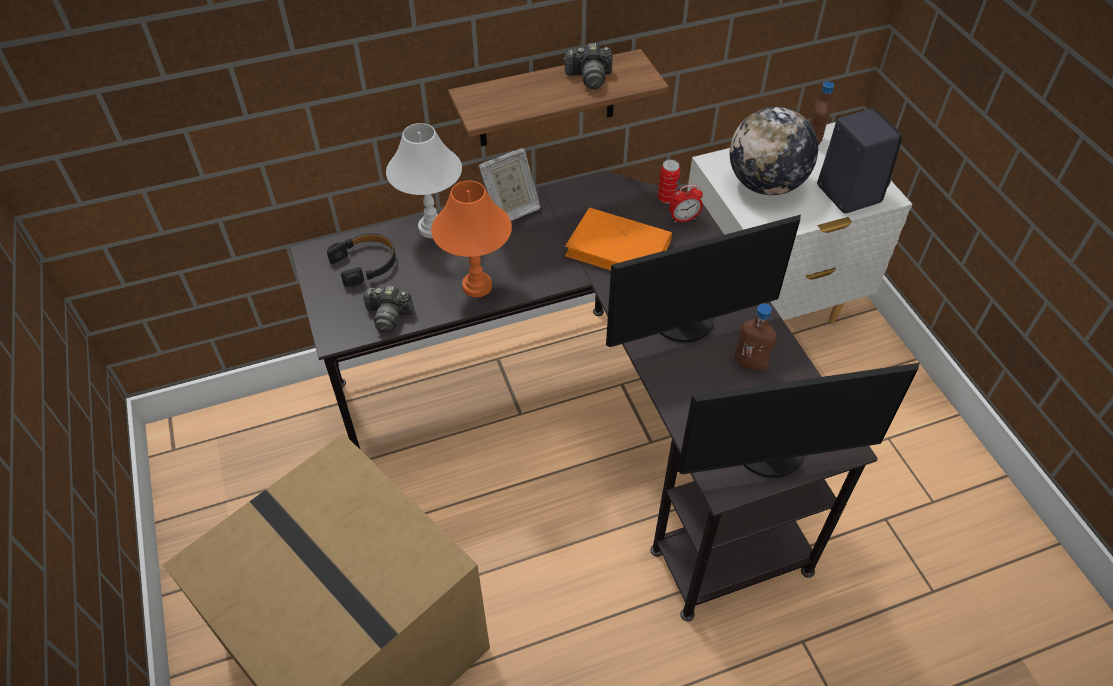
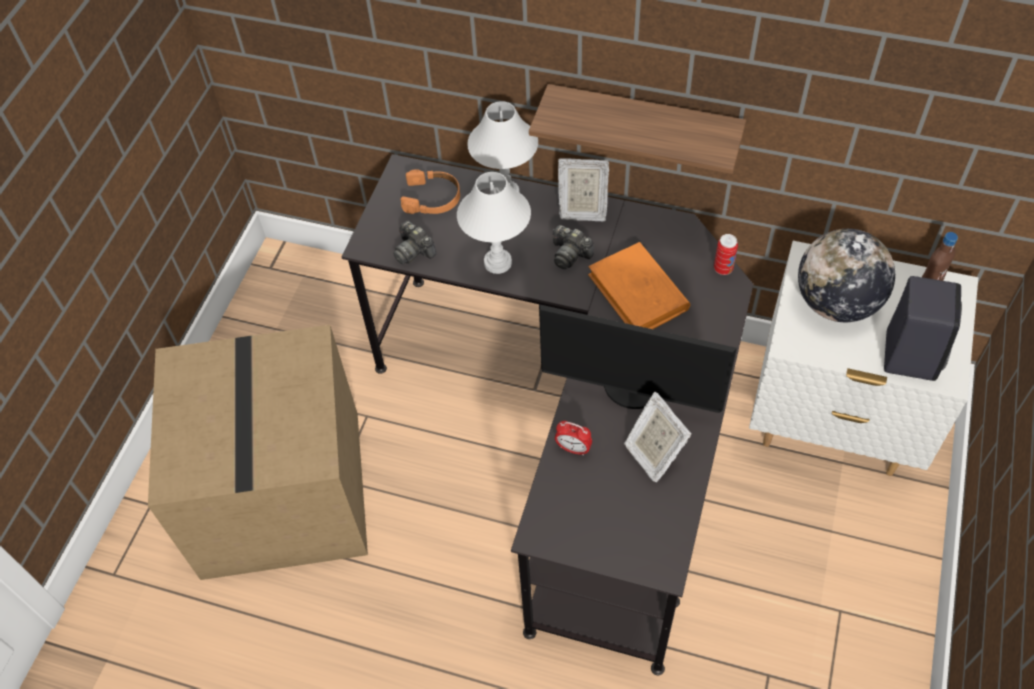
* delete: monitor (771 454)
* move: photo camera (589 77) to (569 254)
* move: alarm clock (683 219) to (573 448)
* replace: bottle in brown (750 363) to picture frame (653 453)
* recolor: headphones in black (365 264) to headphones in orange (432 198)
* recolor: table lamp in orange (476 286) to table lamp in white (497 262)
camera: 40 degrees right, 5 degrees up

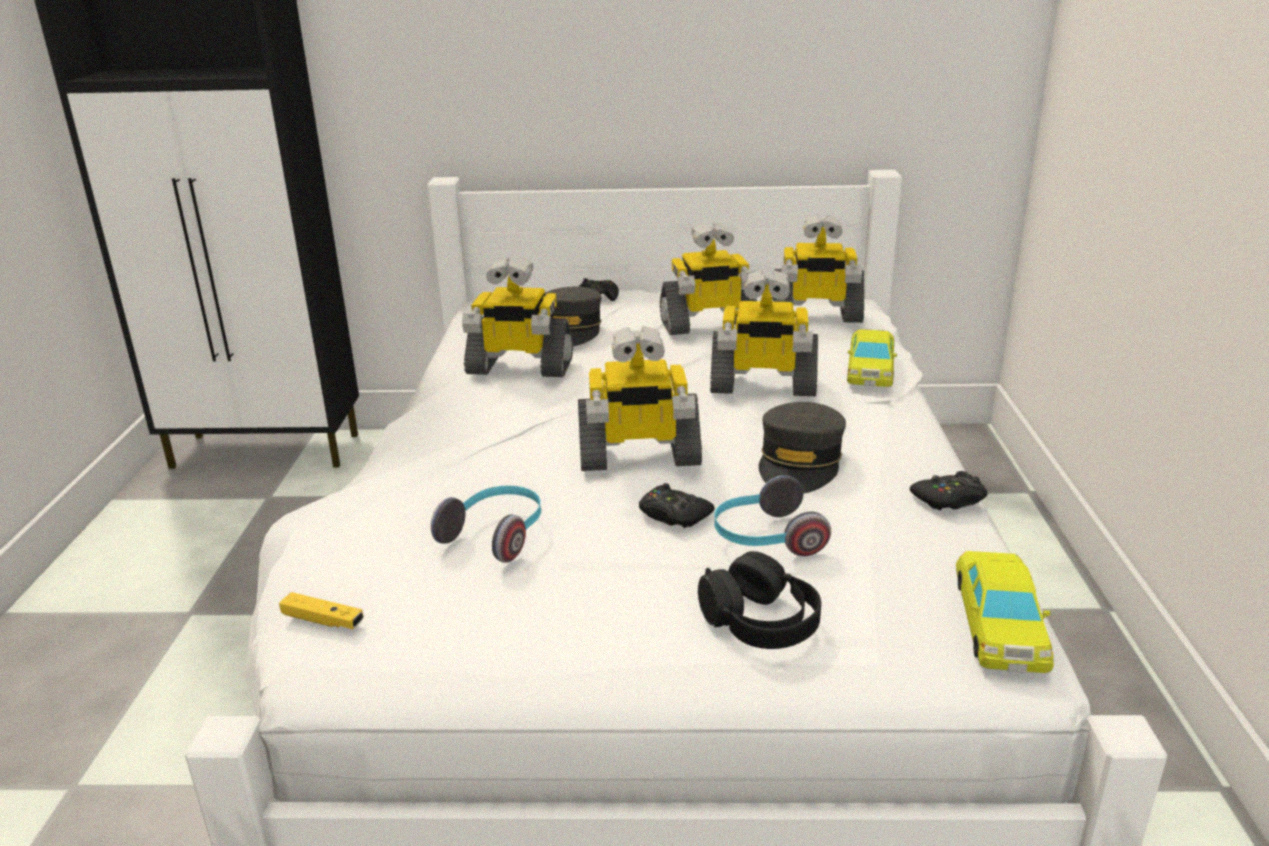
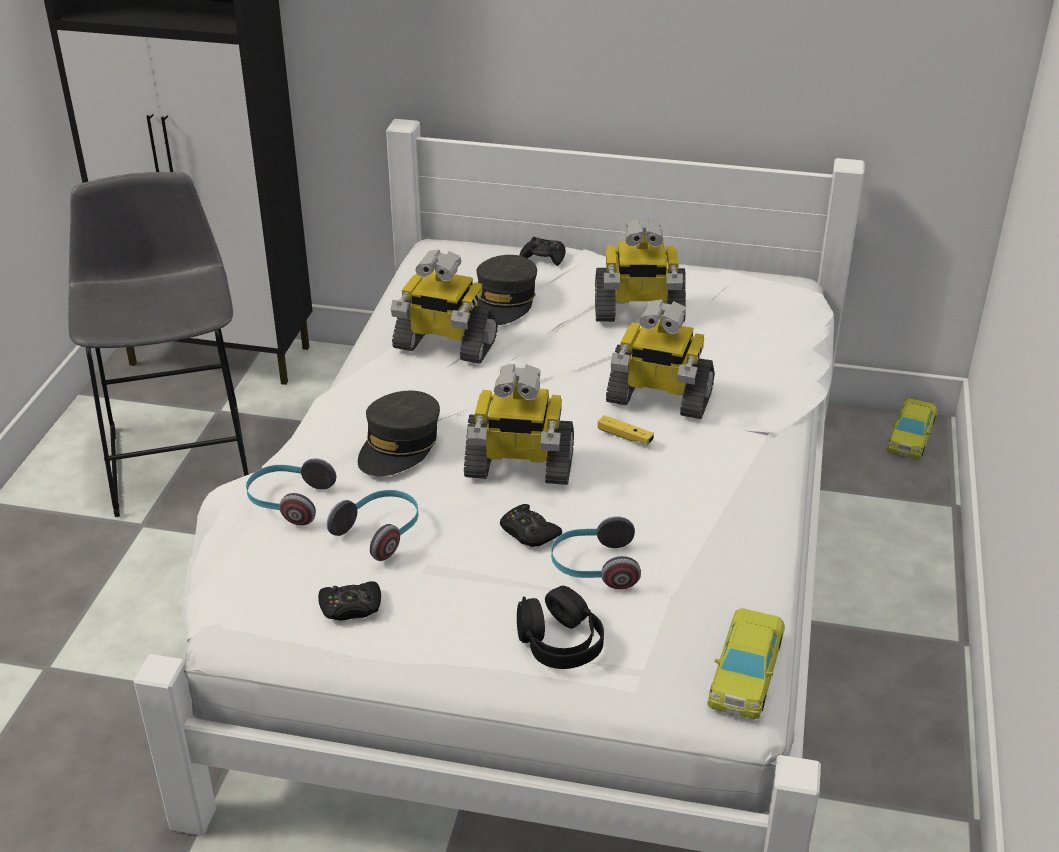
* delete: toy robot (815 315)
* insert: stool in grey (180 454)
* insert: headphones (289 502)
* move: game controller in yellow (323 620) to (625 436)
* move: cap in grey (800 463) to (399 446)
* move: toy car in yellow (870 367) to (911 435)
* move: game controller in black (949 499) to (351 607)
camera: 10 degrees right, 10 degrees up

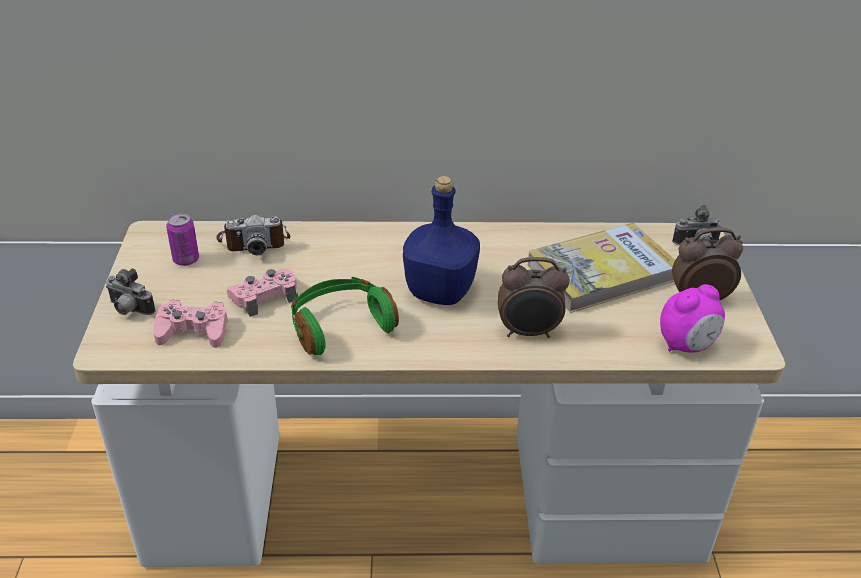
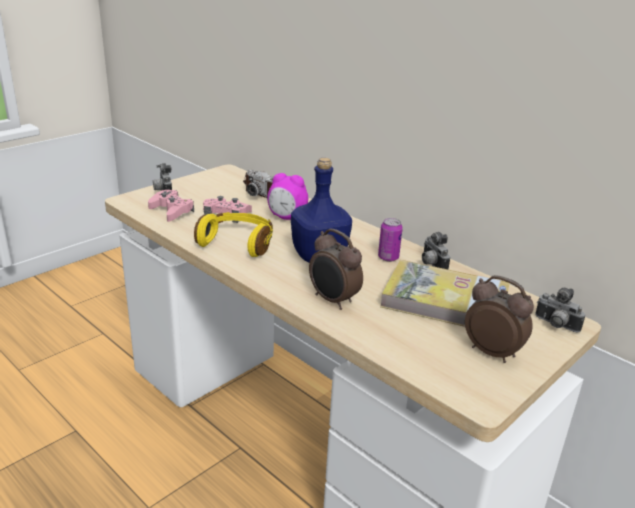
* insert: photo camera (431 265)
* move: can (186 260) to (388 257)
* move: alarm clock (686 345) to (287 218)
* recolor: headphones in green (340 325) to headphones in yellow (238 243)
camera: 45 degrees right, 10 degrees down

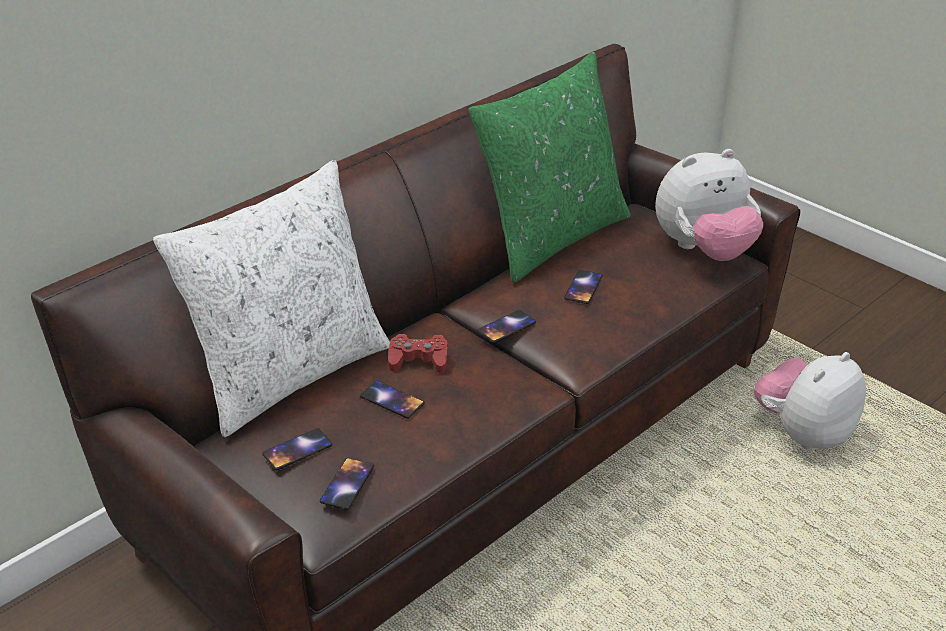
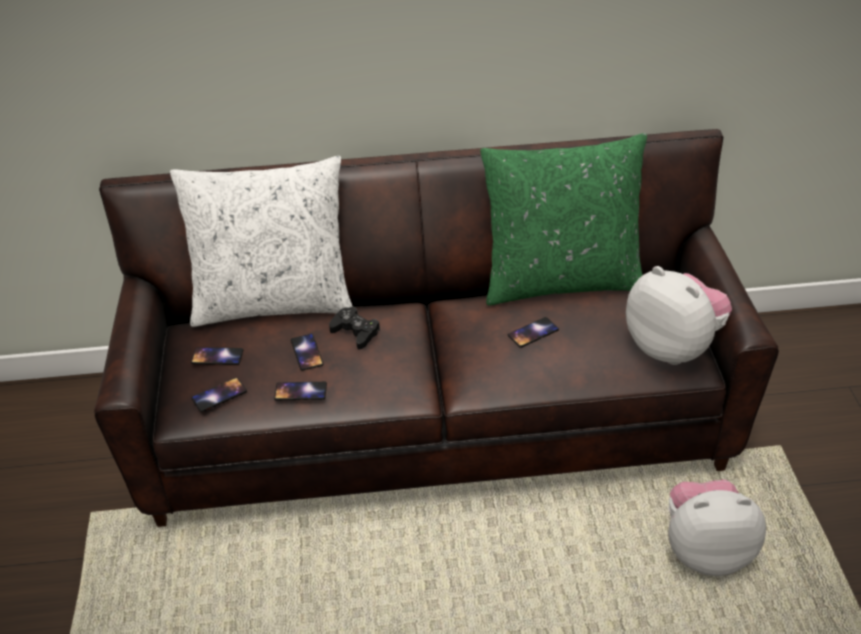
* move: phone (506 327) to (300 391)
* recolor: game controller in red (418 360) to game controller in black (355 332)
* rotate: plush toy (704 250) = (673 347) 150 degrees counterclockwise
camera: 40 degrees right, 5 degrees up

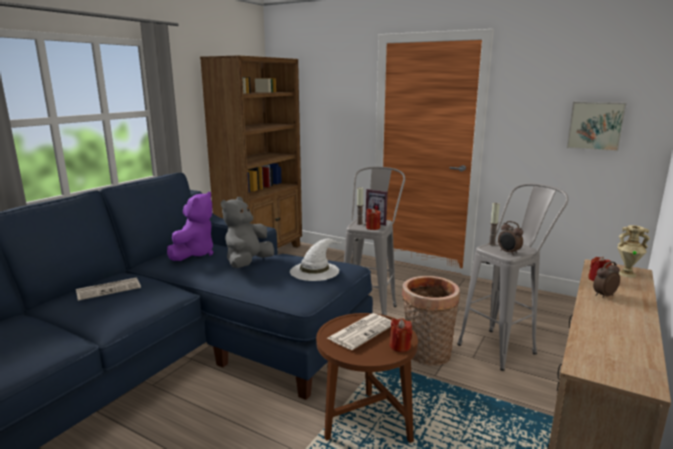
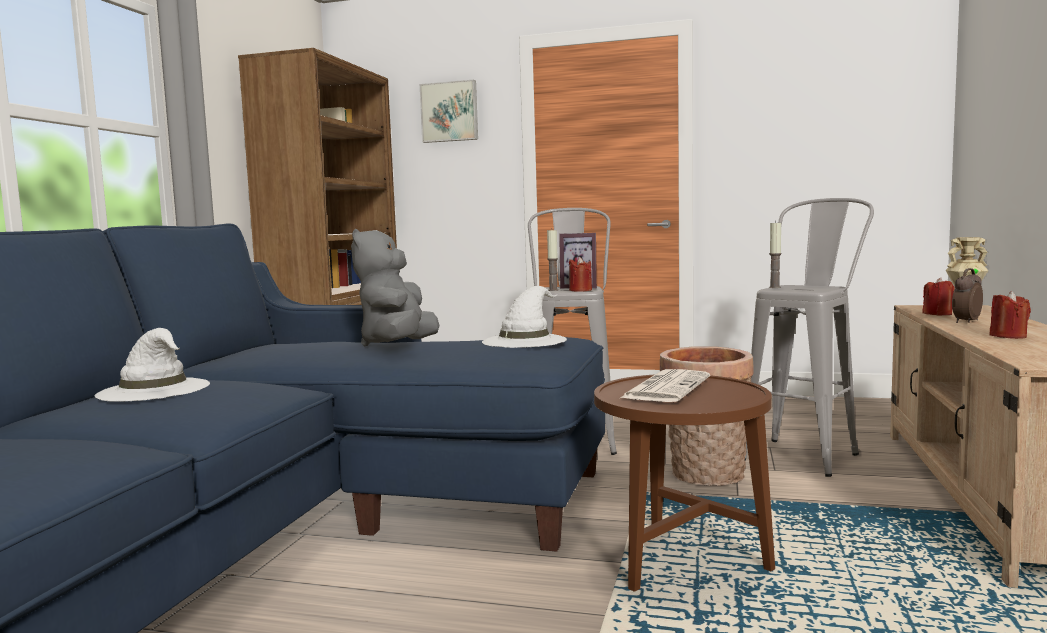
* delete: plush toy in purple (194 254)
* delete: alarm clock (508 252)
* move: candle in red (400 346) to (1008 336)
* move: picture (595 125) to (450 112)
* replace: newspaper (109 289) to hat in white (155 389)
camera: 15 degrees left, 10 degrees down

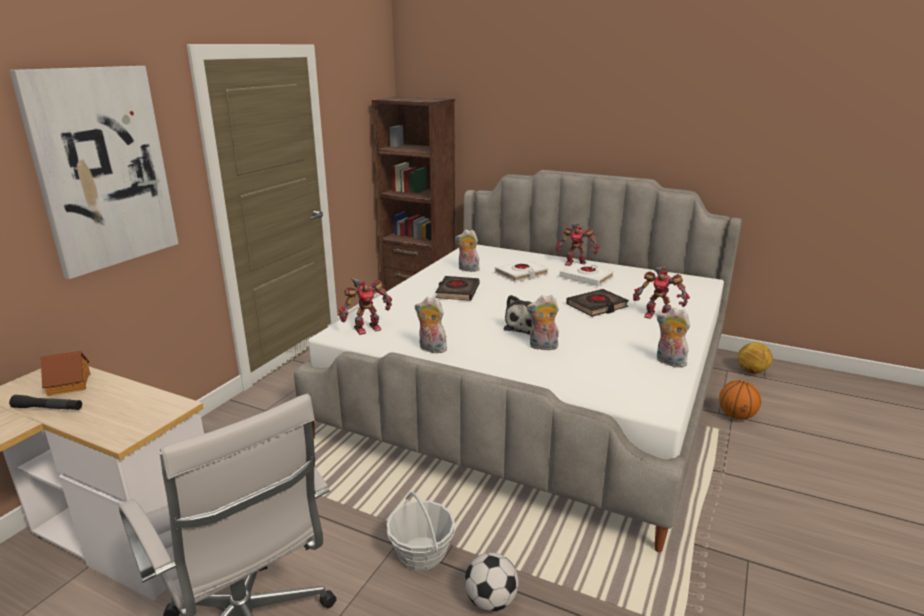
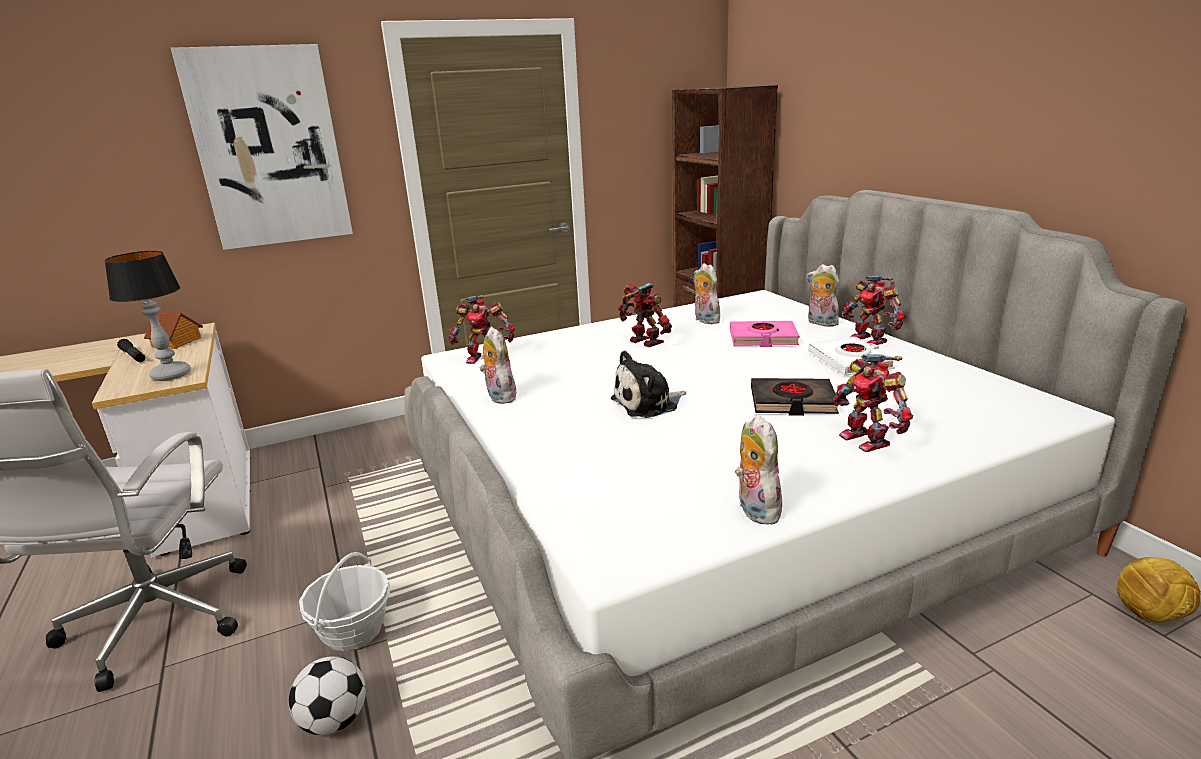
* delete: basketball (736 416)
* insert: table lamp (171 375)
* move: plush toy (542 347) to (820 323)
* replace: book in black (457 292) to toy robot (644 342)
* recolor: book in white (521 274) to book in pink (763 338)
camera: 40 degrees right, 0 degrees up

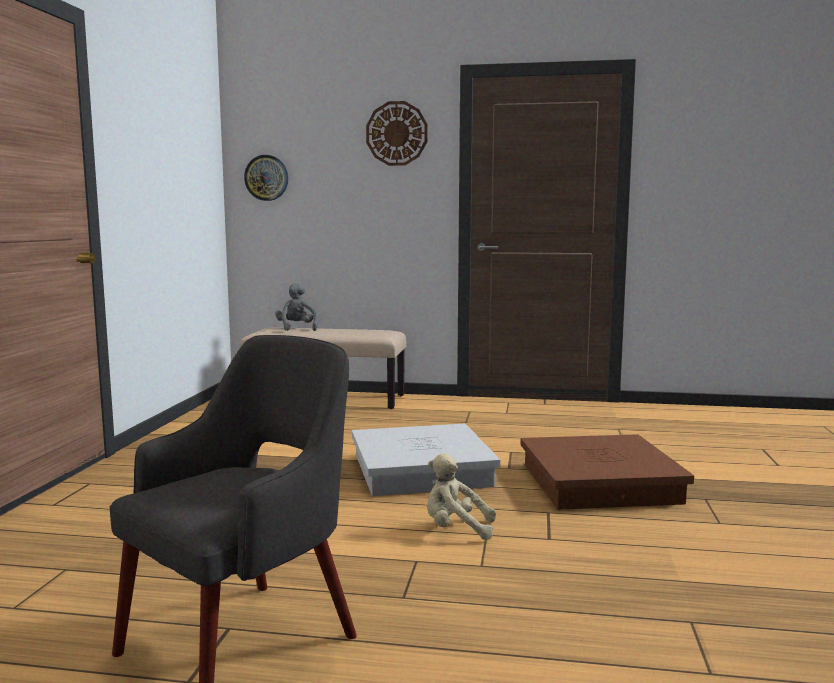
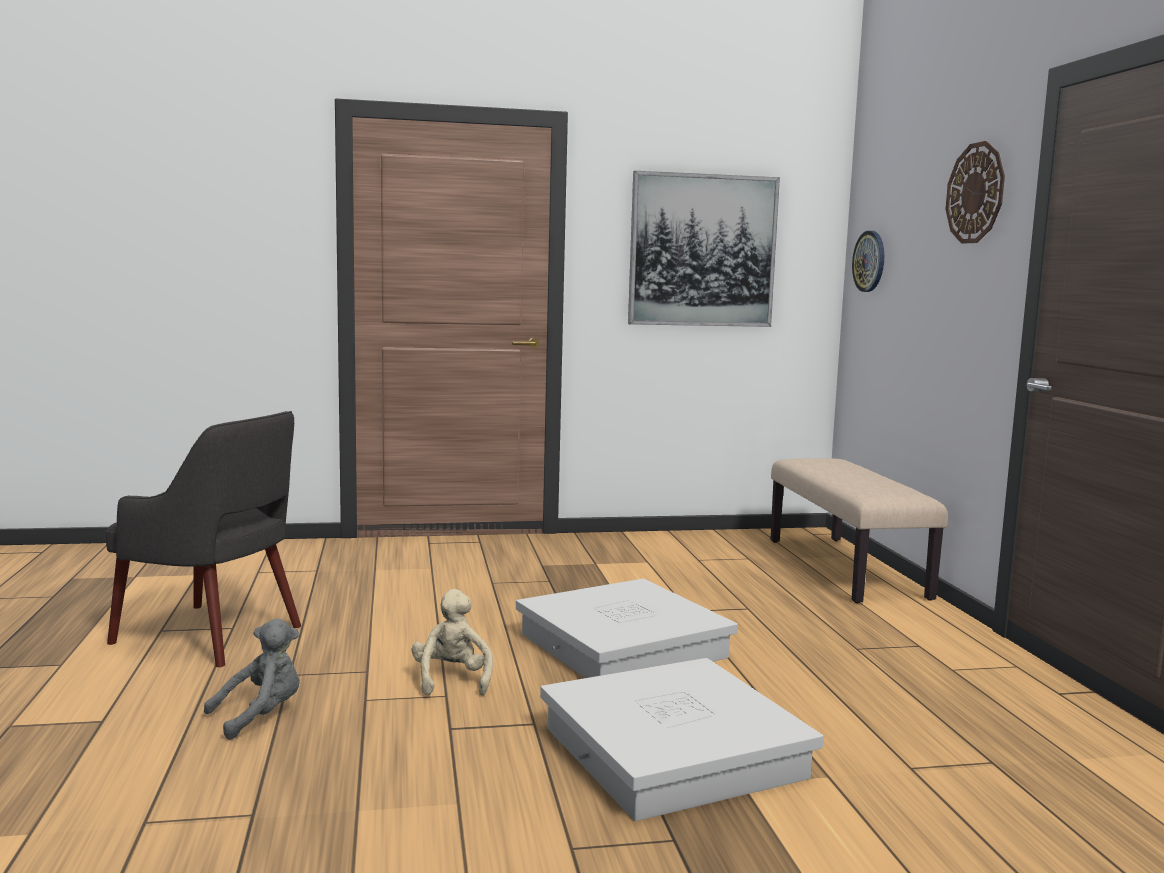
* insert: picture (702 250)
* move: plush toy in grey (297 328) to (260 716)
* recolor: storage box in brown (600 483) to storage box in white (674 753)
camera: 70 degrees right, 0 degrees up

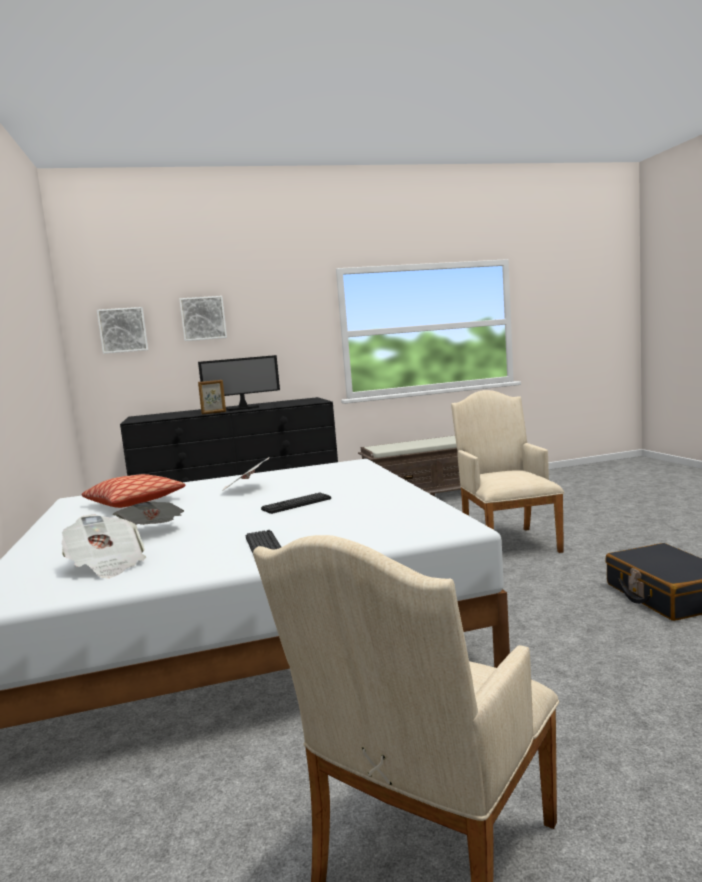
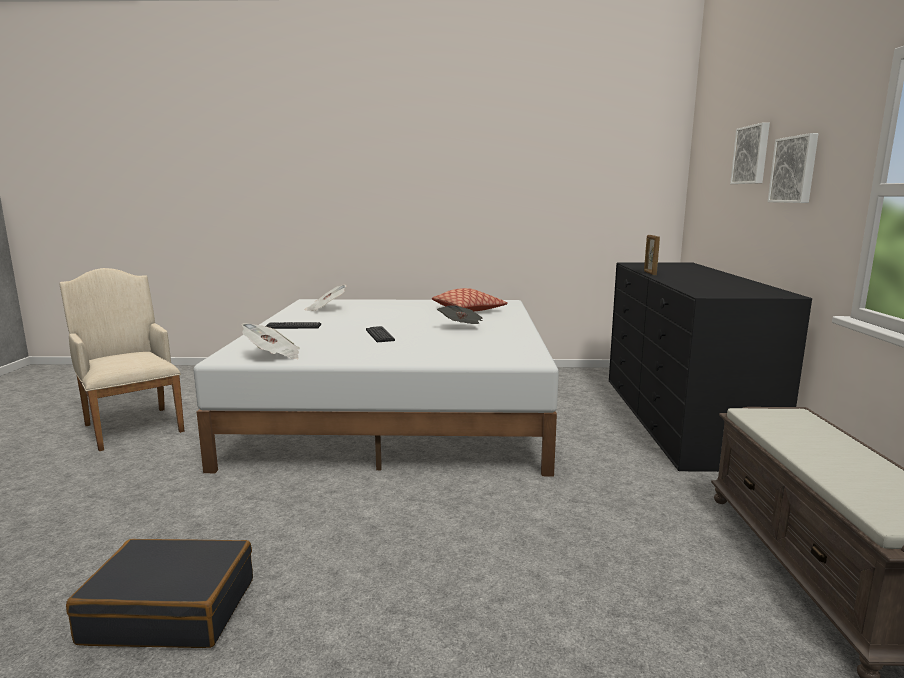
* delete: monitor (243 408)
* delete: armchair in beige (507 542)
* move: picture (123 330) to (795 169)
* move: newspaper (153 532) to (273 356)
camera: 105 degrees right, 5 degrees up

